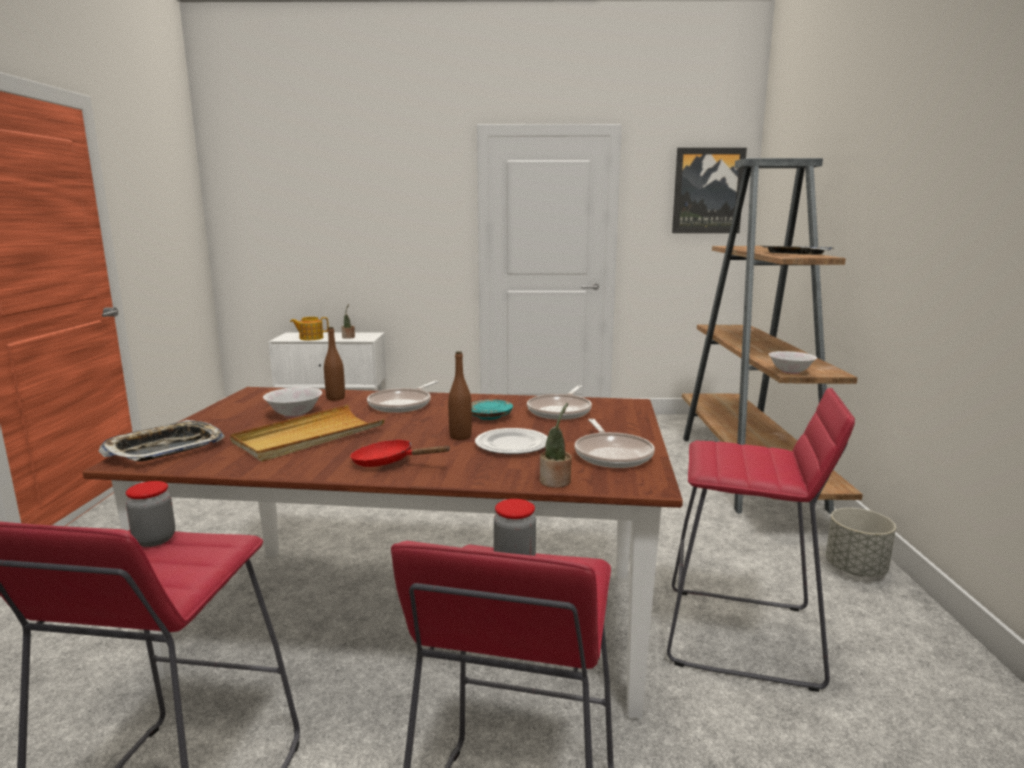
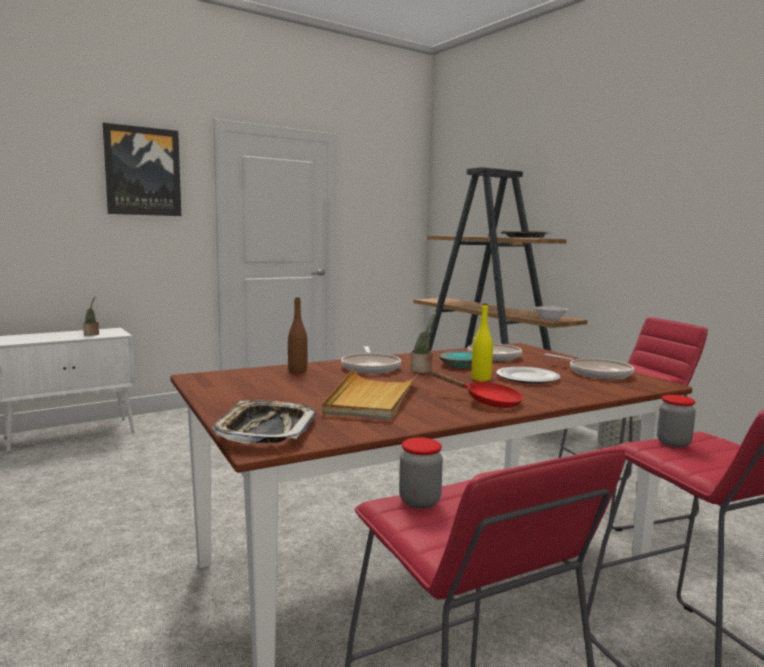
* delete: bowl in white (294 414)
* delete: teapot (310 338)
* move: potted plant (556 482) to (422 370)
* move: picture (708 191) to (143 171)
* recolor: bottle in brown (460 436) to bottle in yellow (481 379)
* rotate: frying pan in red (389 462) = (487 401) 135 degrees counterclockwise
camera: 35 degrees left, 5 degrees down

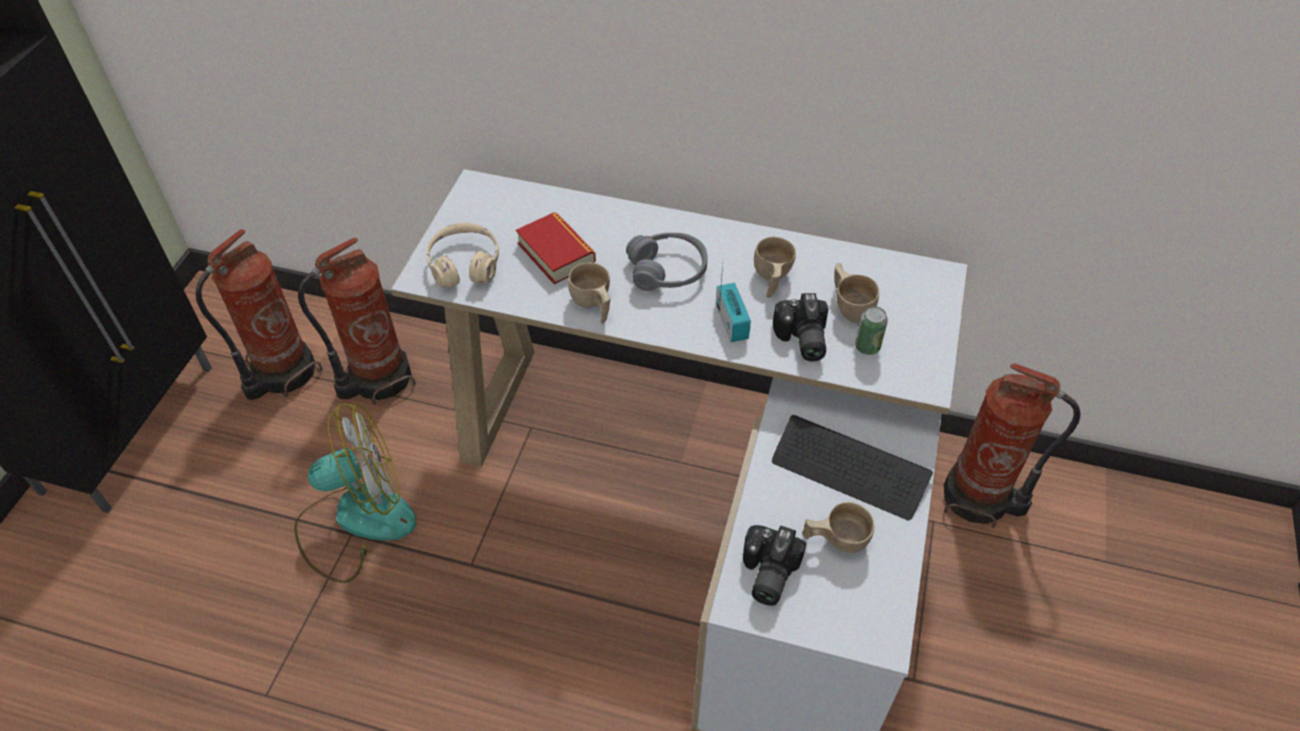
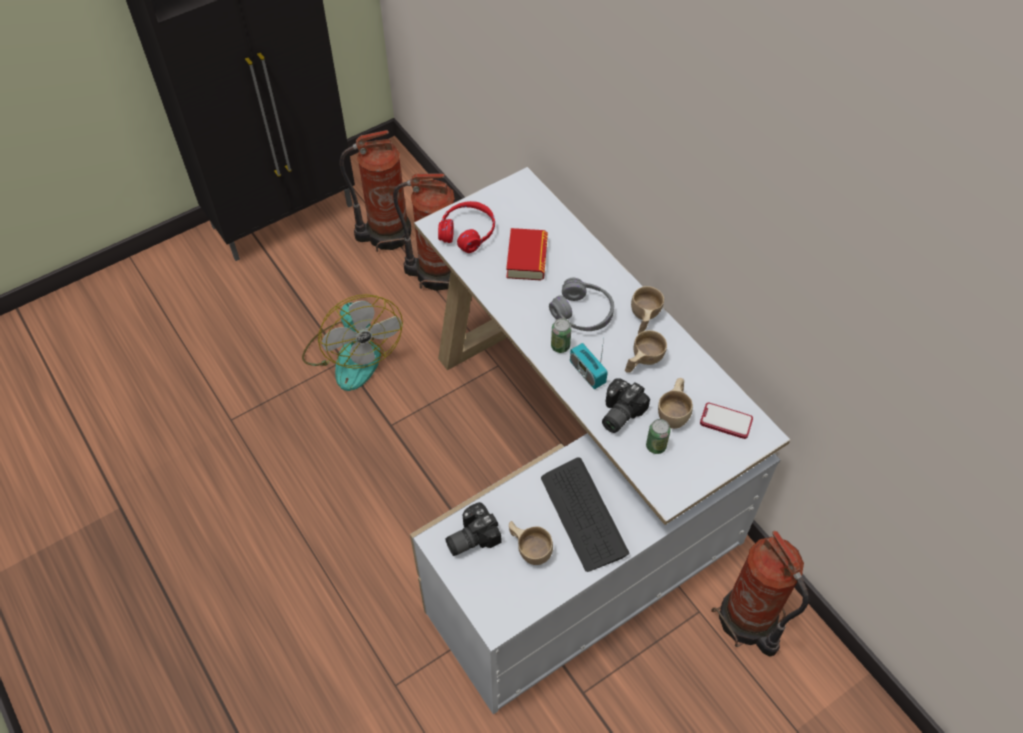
* insert: can (560 346)
* insert: phone (726 421)
* move: cup in beige (593 305) to (643 318)
* recolor: headphones in beige (465 265) to headphones in red (467 233)
* rotate: fan (356 520) = (352 354) 45 degrees clockwise
* rotate: radio (732 322) = (587 372) 120 degrees clockwise
camera: 40 degrees right, 5 degrees up

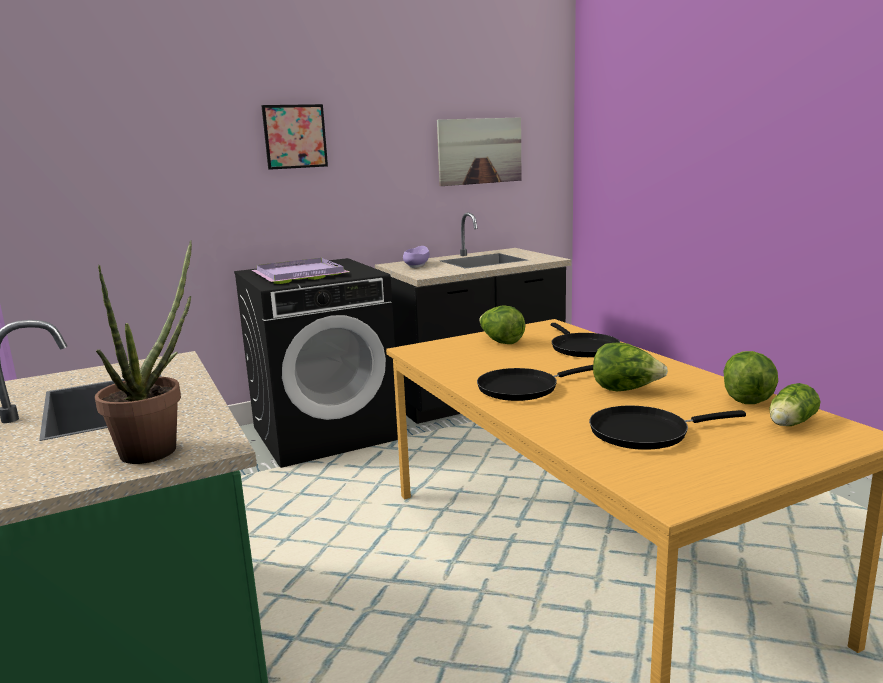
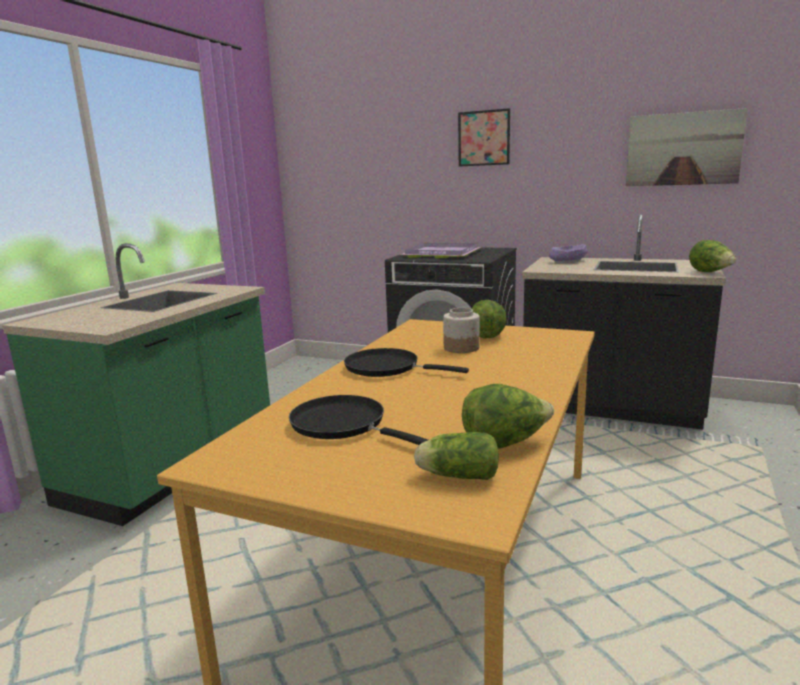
* delete: potted plant (158 447)
* delete: frying pan in black (582 348)
* insert: jar (462 348)
* move: lettuce (625 390) to (710 272)
camera: 50 degrees right, 0 degrees up

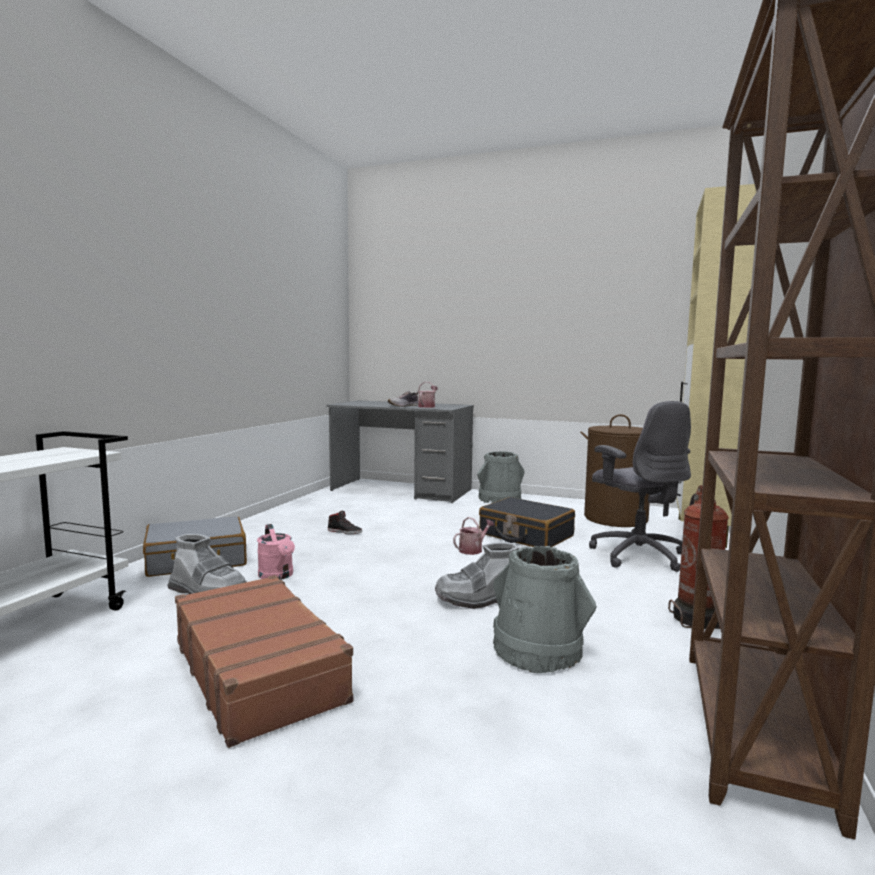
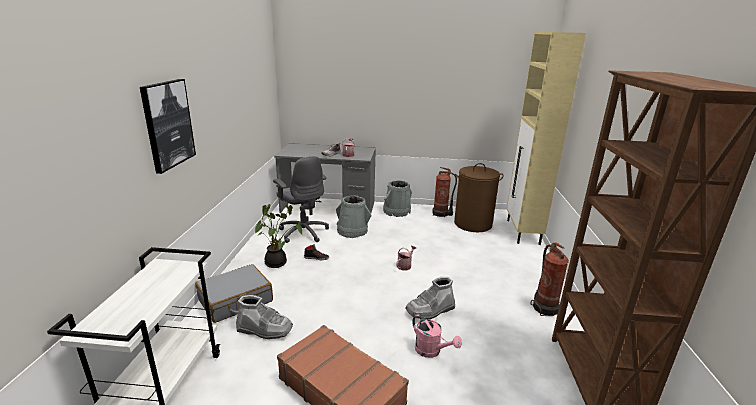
* delete: suitcase in black (525 535)
* insert: picture (168 124)
* insert: potted plant (278 263)
* insert: fire extinguisher (441 214)
* move: watering can in pink (278 576) to (431 351)
* move: bucket in grey (537 650) to (352 231)
* move: office chair in grey (637 555) to (303 232)
camera: 15 degrees left, 15 degrees up

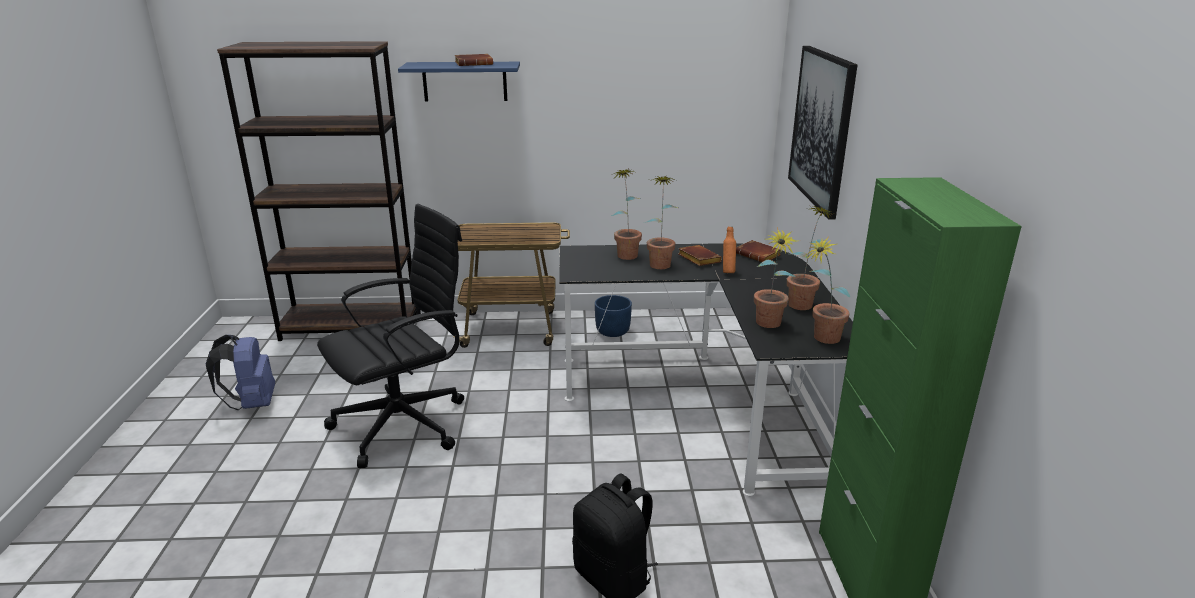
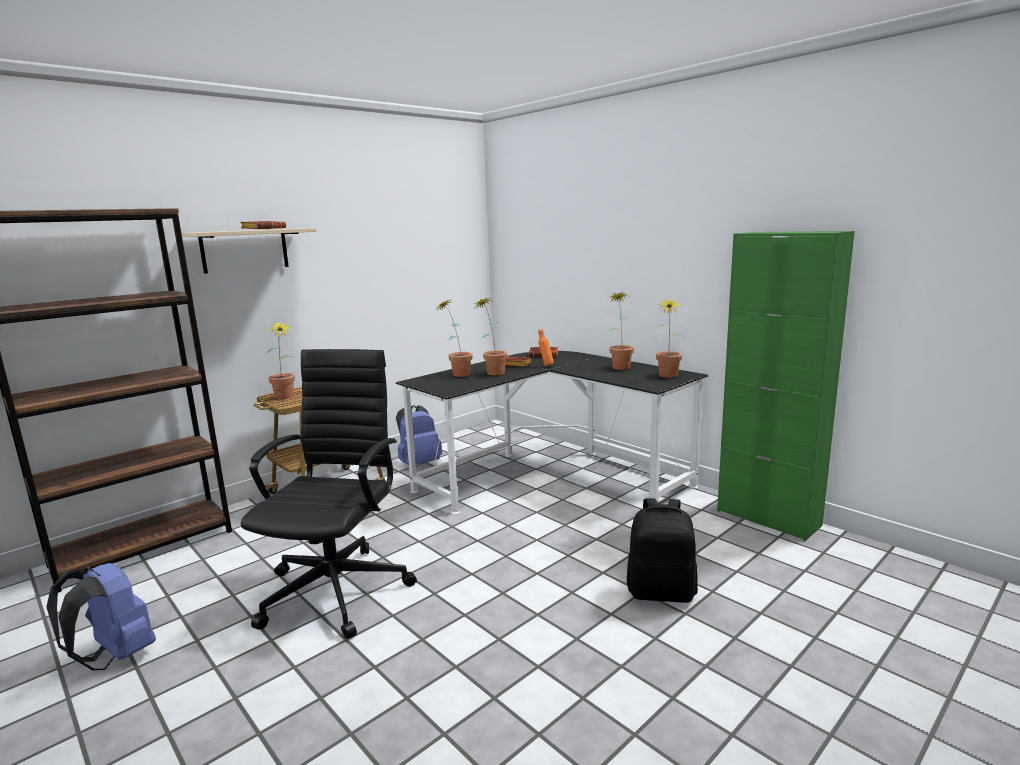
* delete: picture (821 128)
* move: potted plant (768 326) to (285 398)
* replace: planter in blue (613 331) to backpack in blue (419 463)
* recolor: shelf in blue (464 81) to shelf in beige (245 250)
camera: 40 degrees left, 10 degrees down

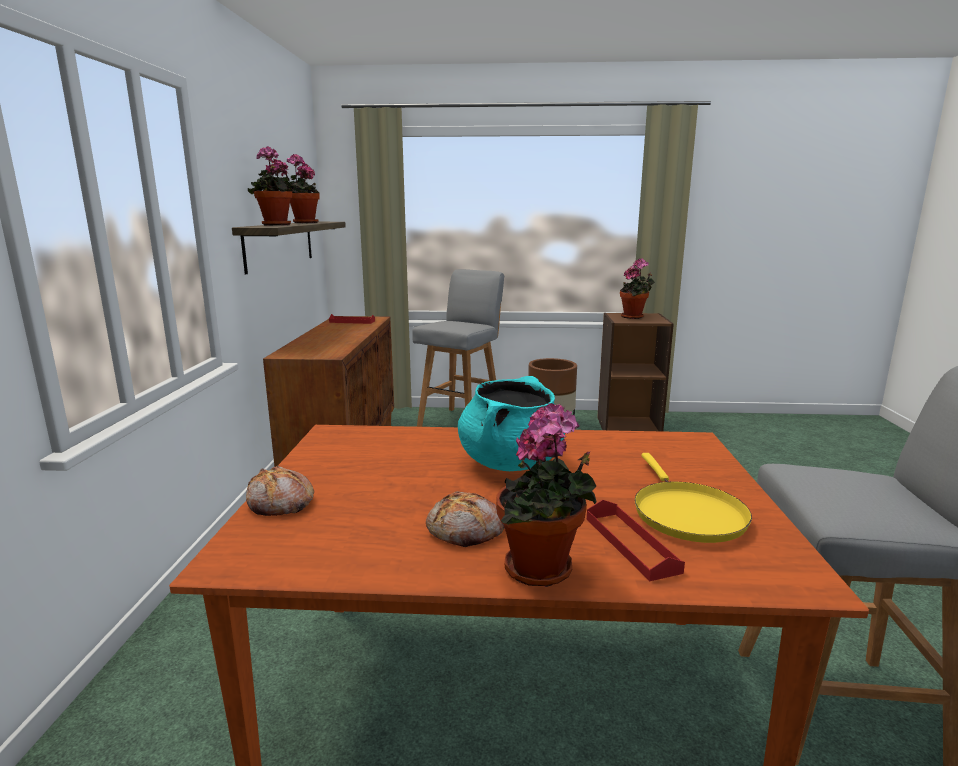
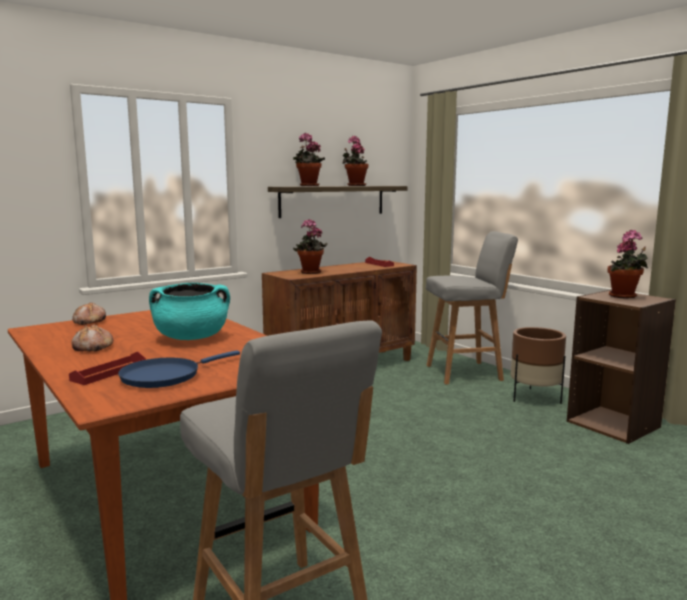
* move: potted plant (543 571) to (310 273)
* recolor: frying pan in yellow (685 513) to frying pan in blue (165 376)
camera: 50 degrees right, 5 degrees down

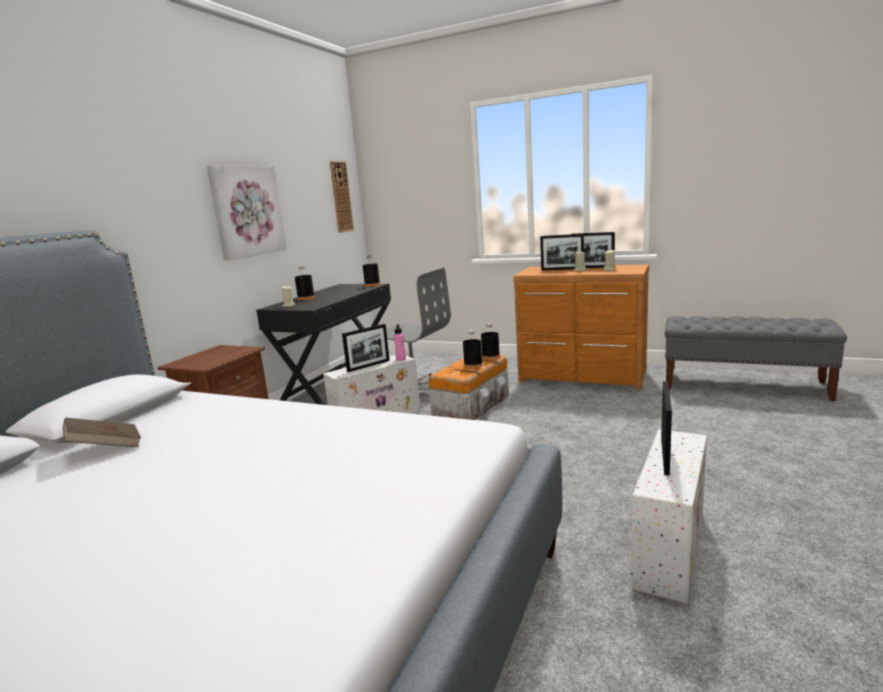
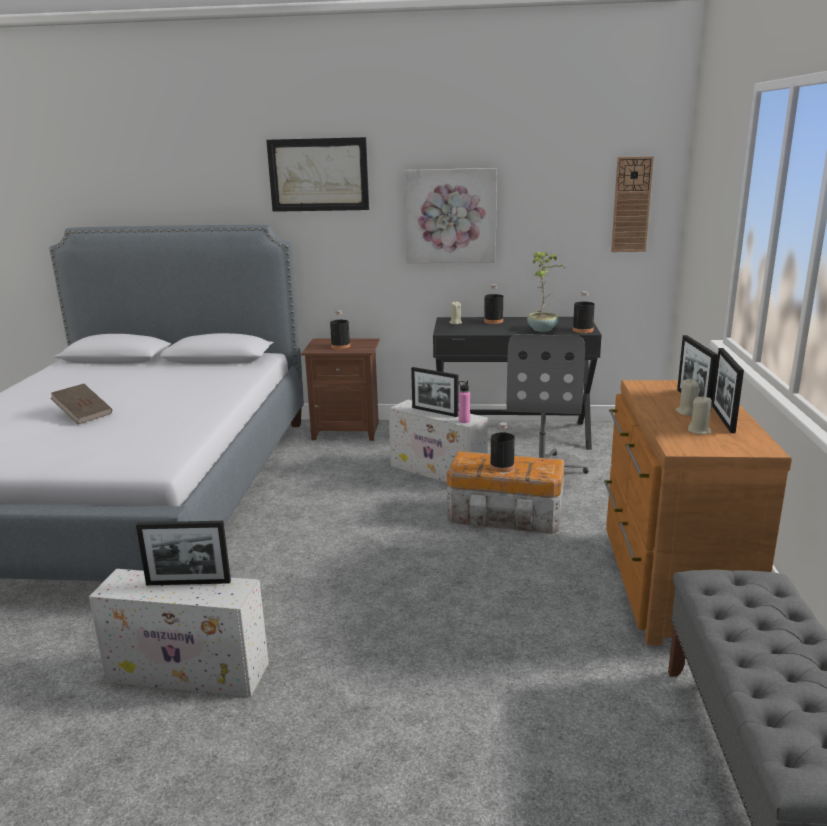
* insert: picture (318 175)
* insert: potted plant (543 329)
* move: book in brown (106 448) to (84 415)
* move: bottle in black (490 357) to (340 346)
camera: 70 degrees right, 5 degrees up

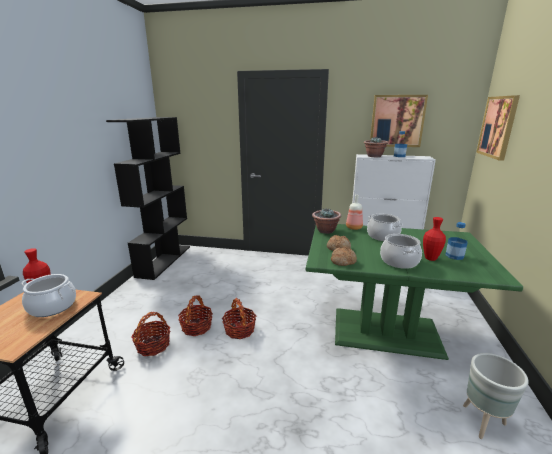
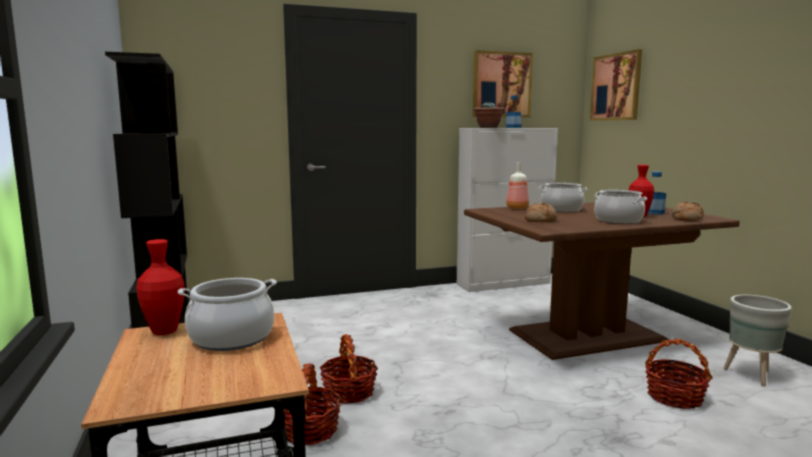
* delete: potted plant (325 231)
* move: basket (239 330) to (674 397)
* move: bread (343 261) to (686 219)
* recolor: dining table in green (385 331) to dining table in brown (585 335)
camera: 30 degrees left, 10 degrees down

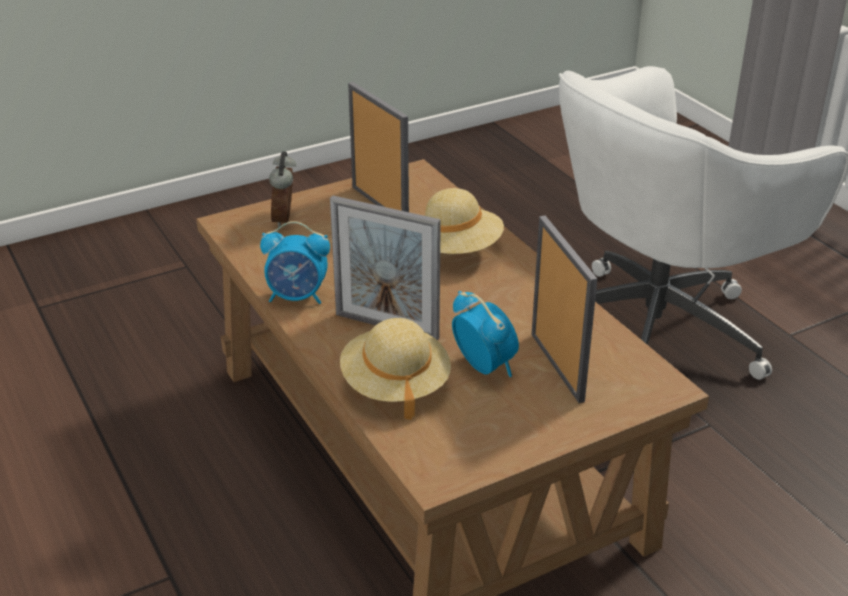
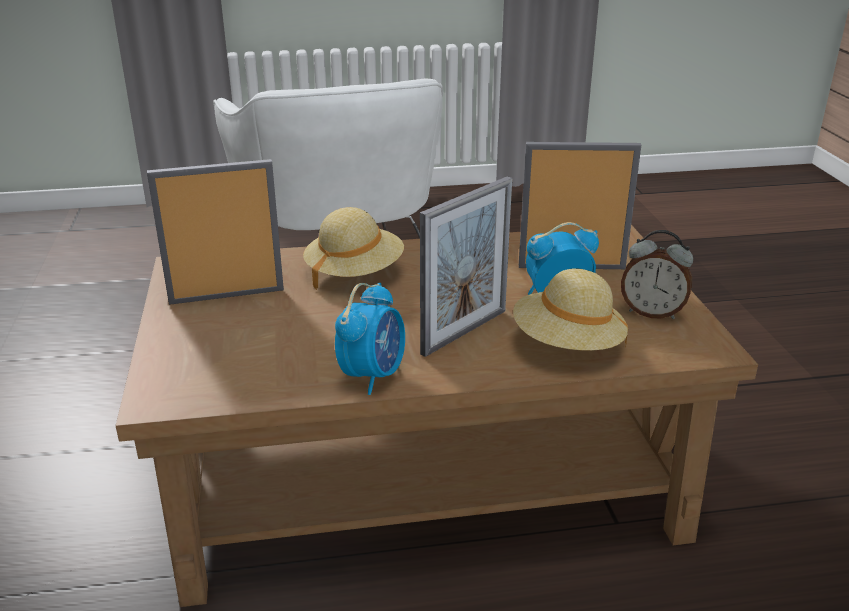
* move: alarm clock (285 219) to (652 312)
camera: 70 degrees left, 5 degrees down

